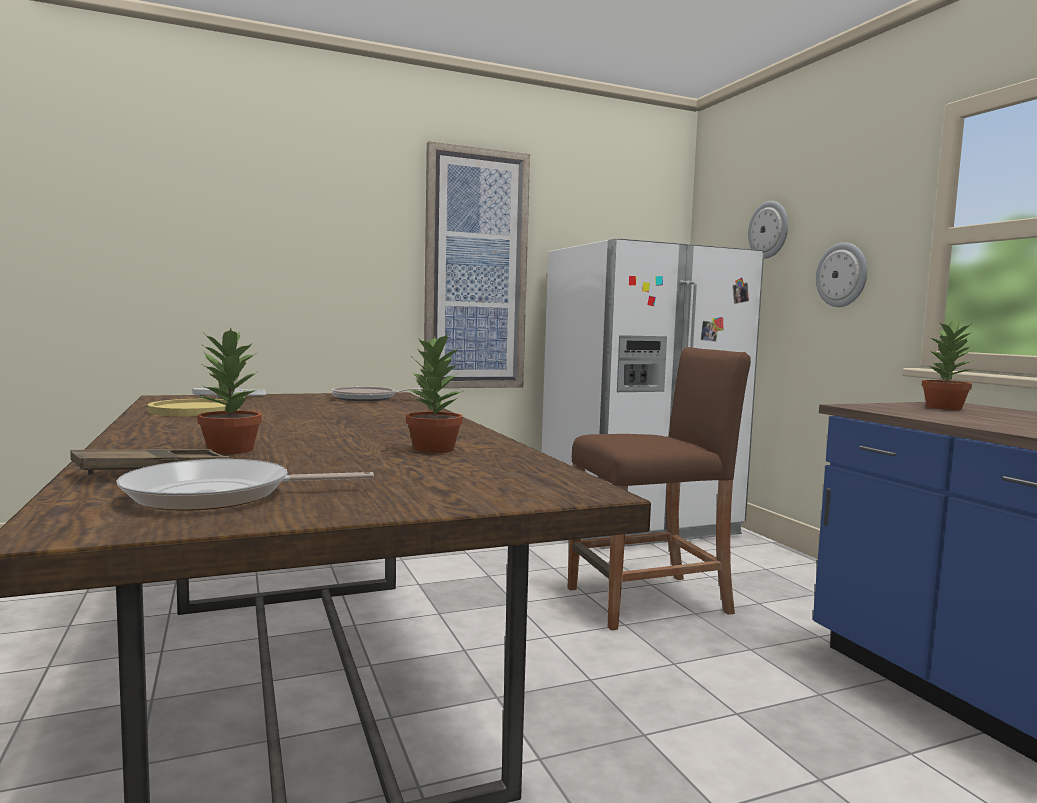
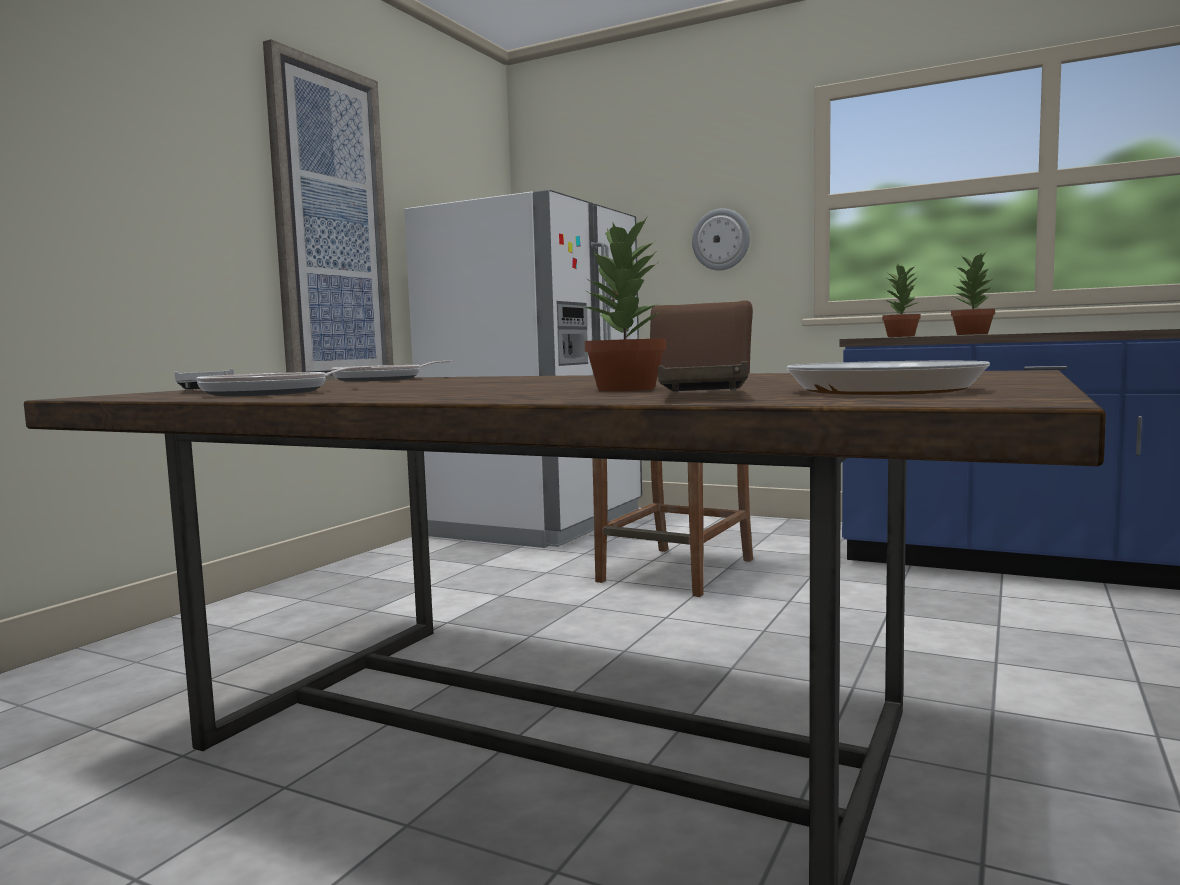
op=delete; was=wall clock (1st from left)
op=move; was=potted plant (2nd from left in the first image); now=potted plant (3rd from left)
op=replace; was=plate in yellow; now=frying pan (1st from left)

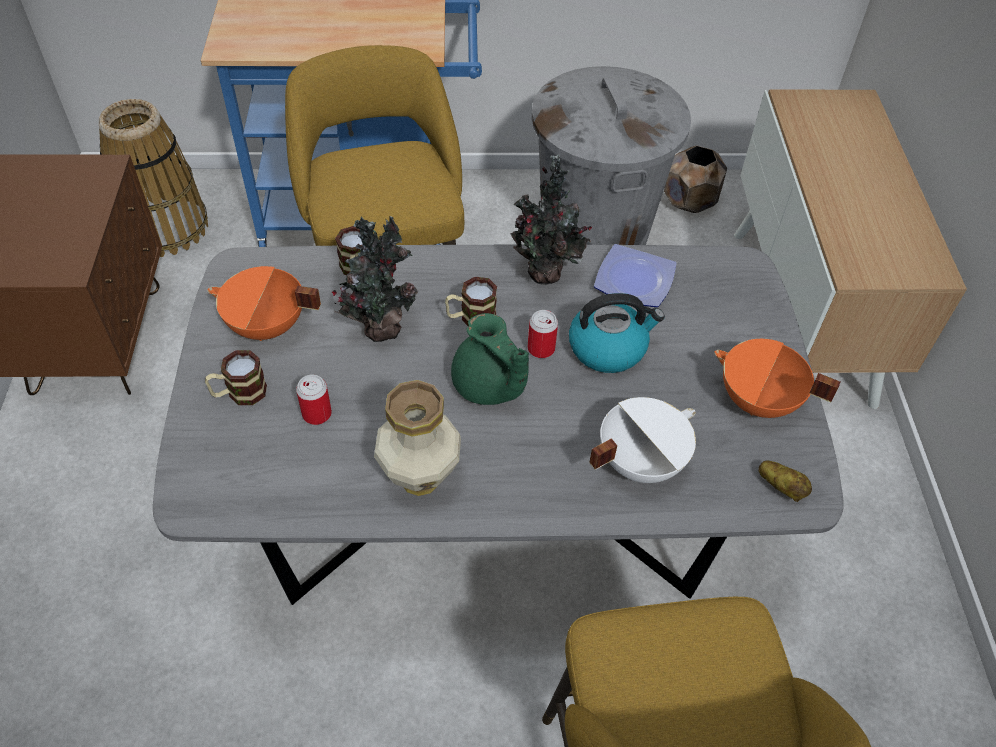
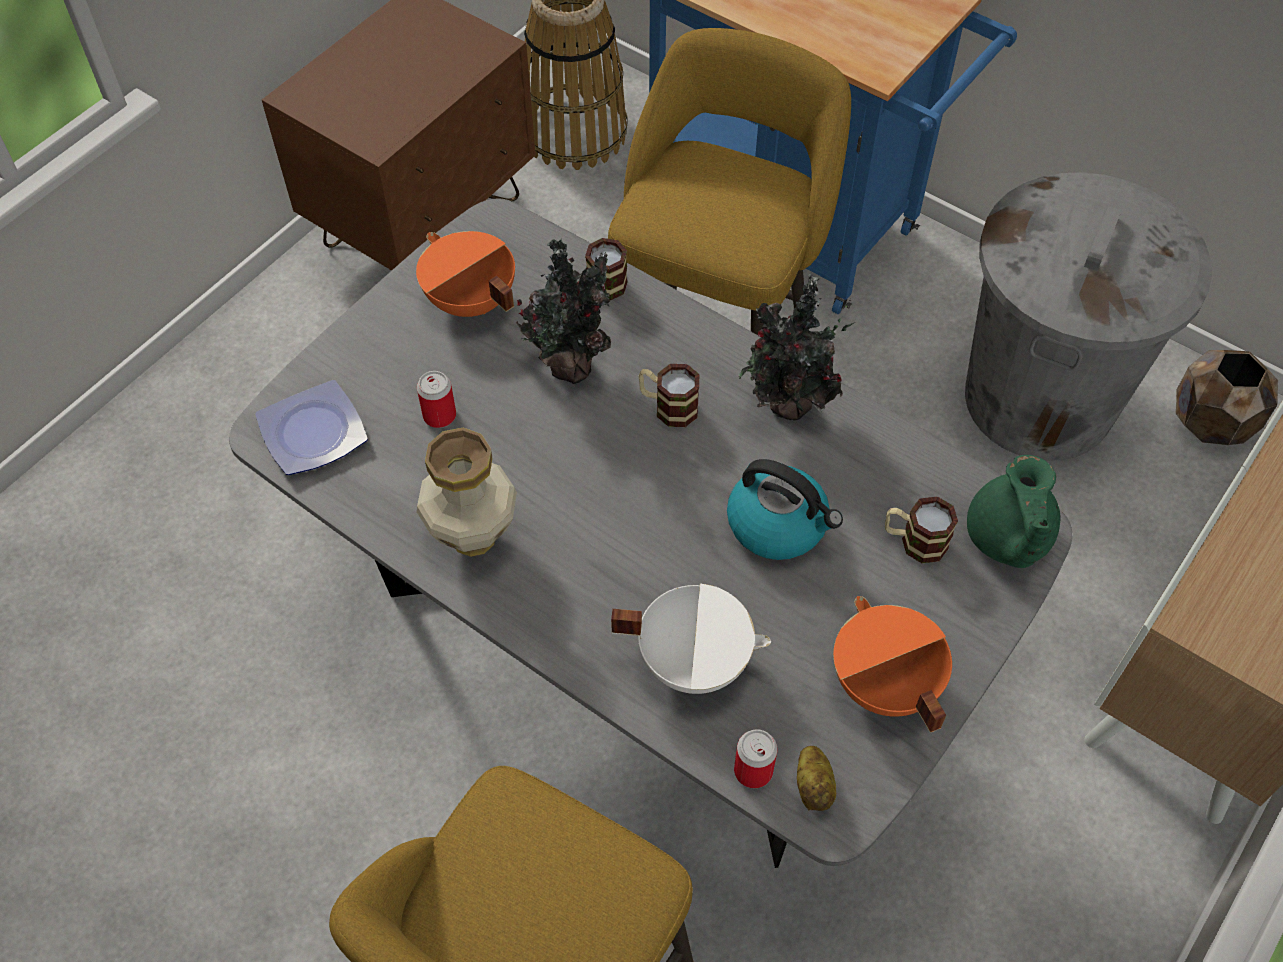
op=move; was=mug (1st from left in the first image); now=mug (3rd from left)
op=move; was=teapot in green
op=move; was=can (2nd from left)
op=move; was=plate

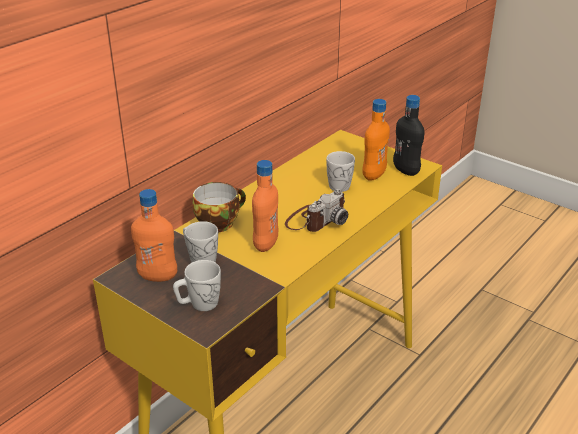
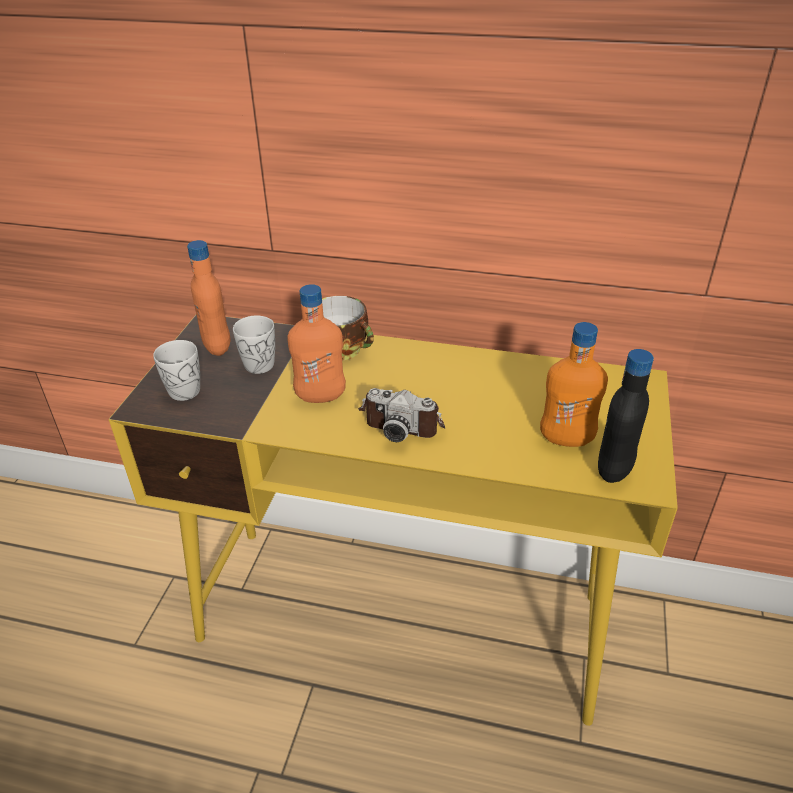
op=delete; was=mug in white (3rd from left)

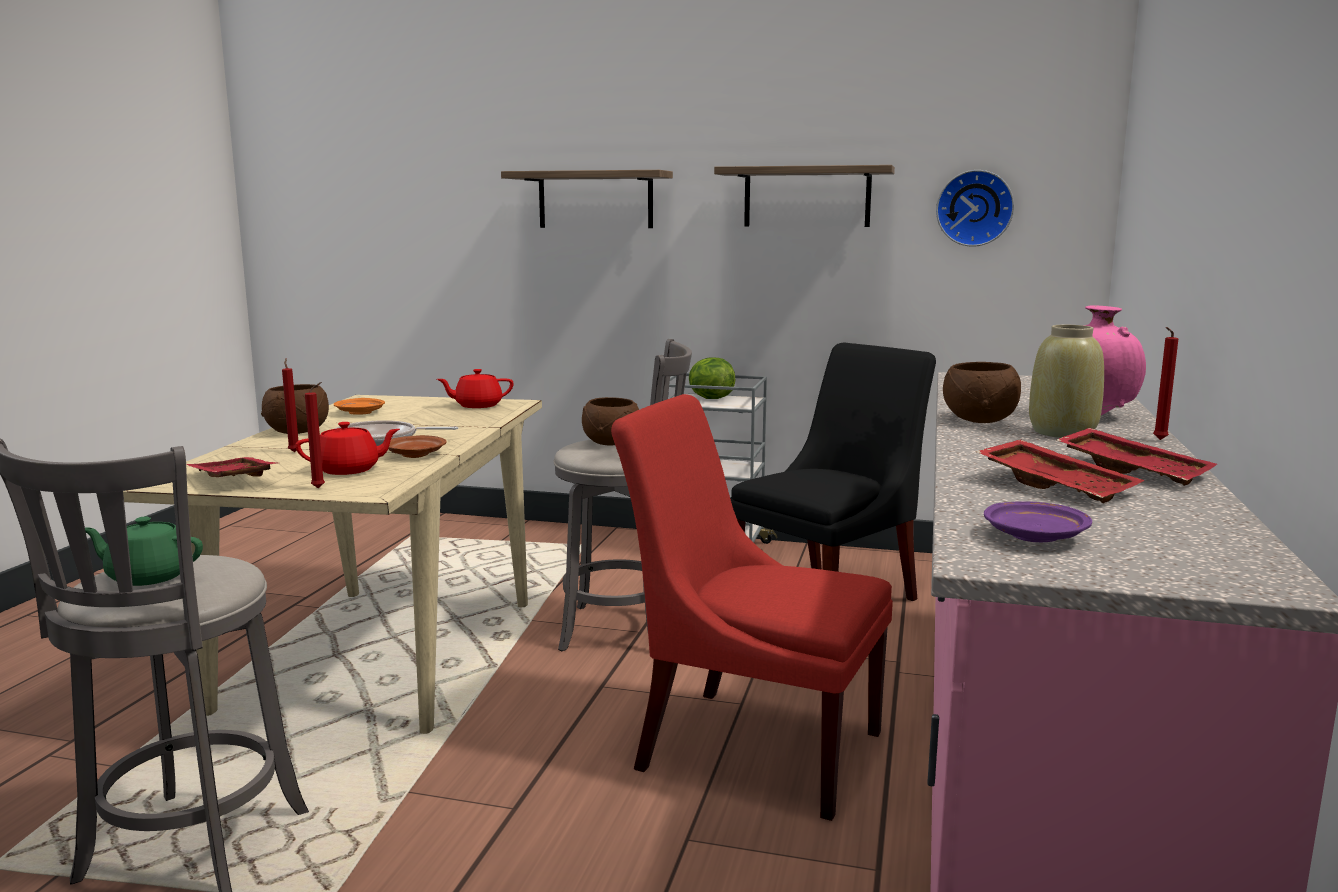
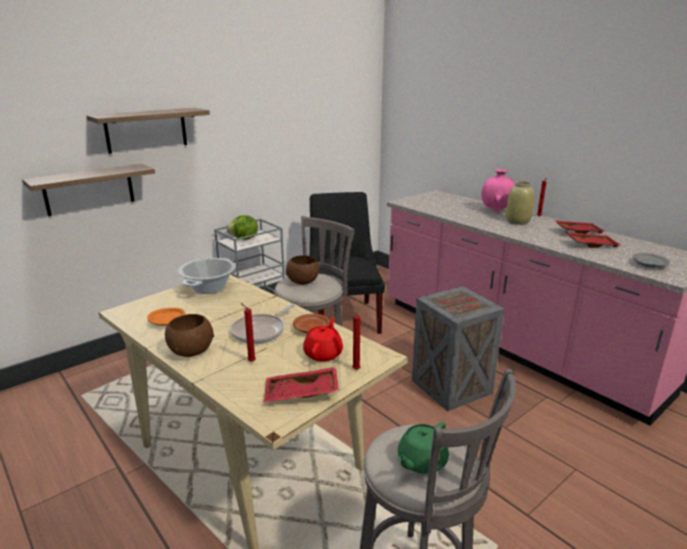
op=delete; was=wall clock
op=delete; was=bowl in brown (3rd from left)
op=move; was=shelf (2nd from left in the first image); now=shelf (1st from left)
op=replace; was=teapot in red (2nd from left); now=cooking pot
op=replace; was=chair in red; now=crate
op=recolor; was=plate in purple; now=plate in grey

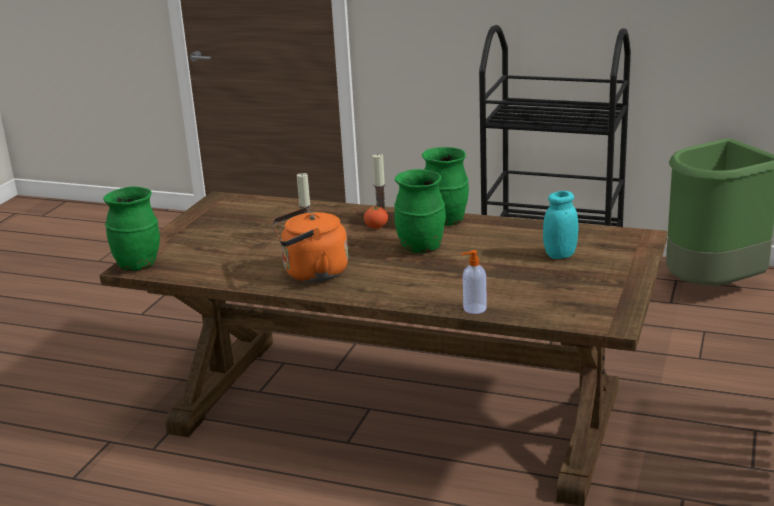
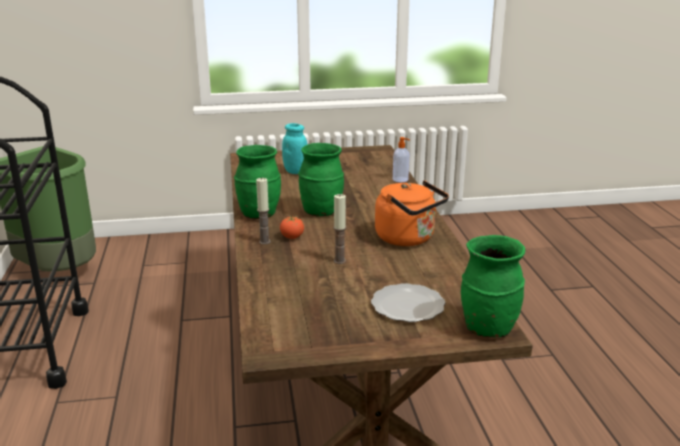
op=insert; now=plate

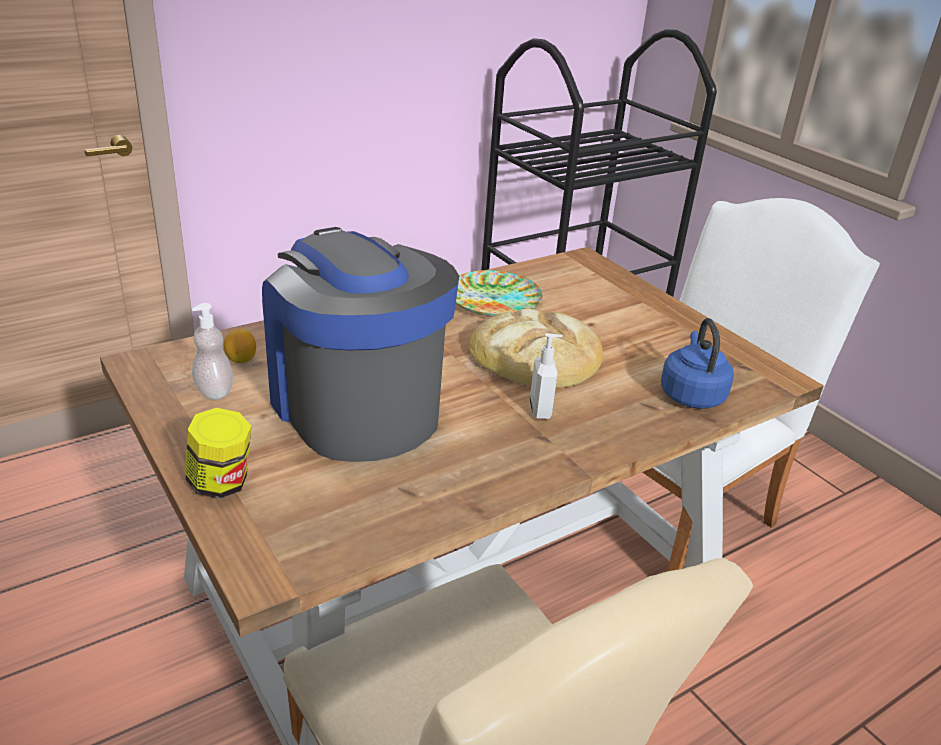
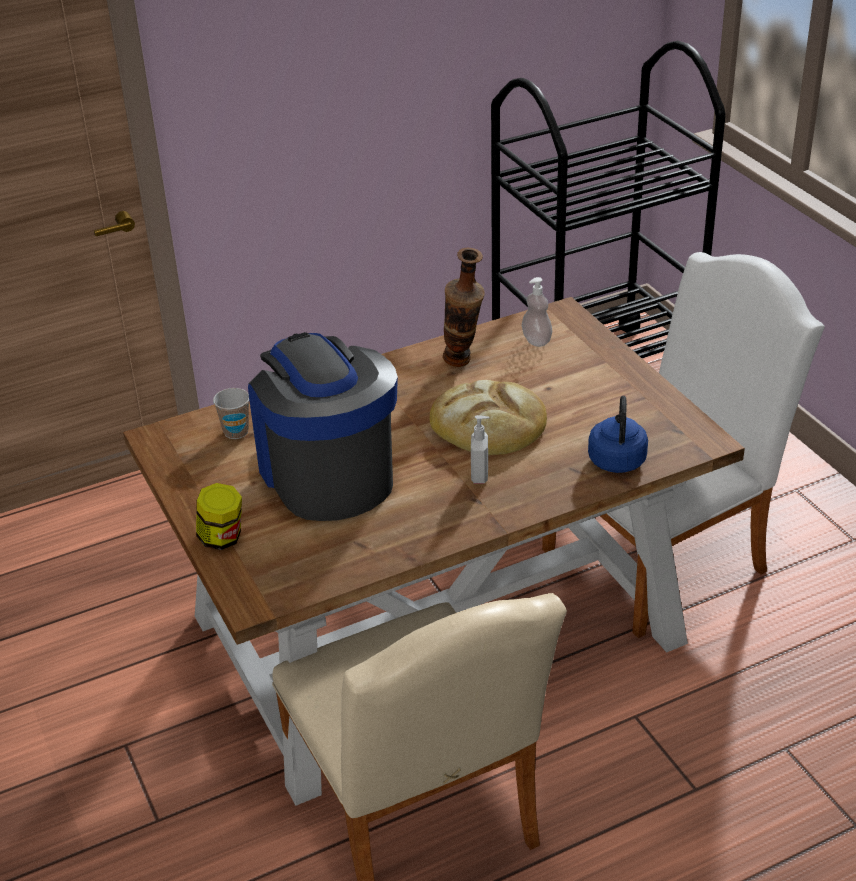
op=move; was=soap dispenser (1st from left in the first image); now=soap dispenser (2nd from left)
op=replace; was=lemon; now=cup
op=replace; was=plate; now=vase

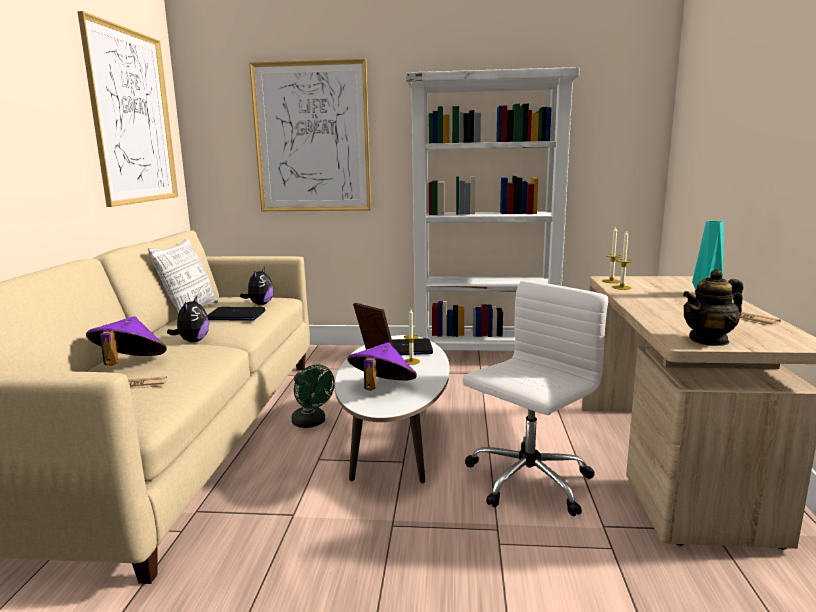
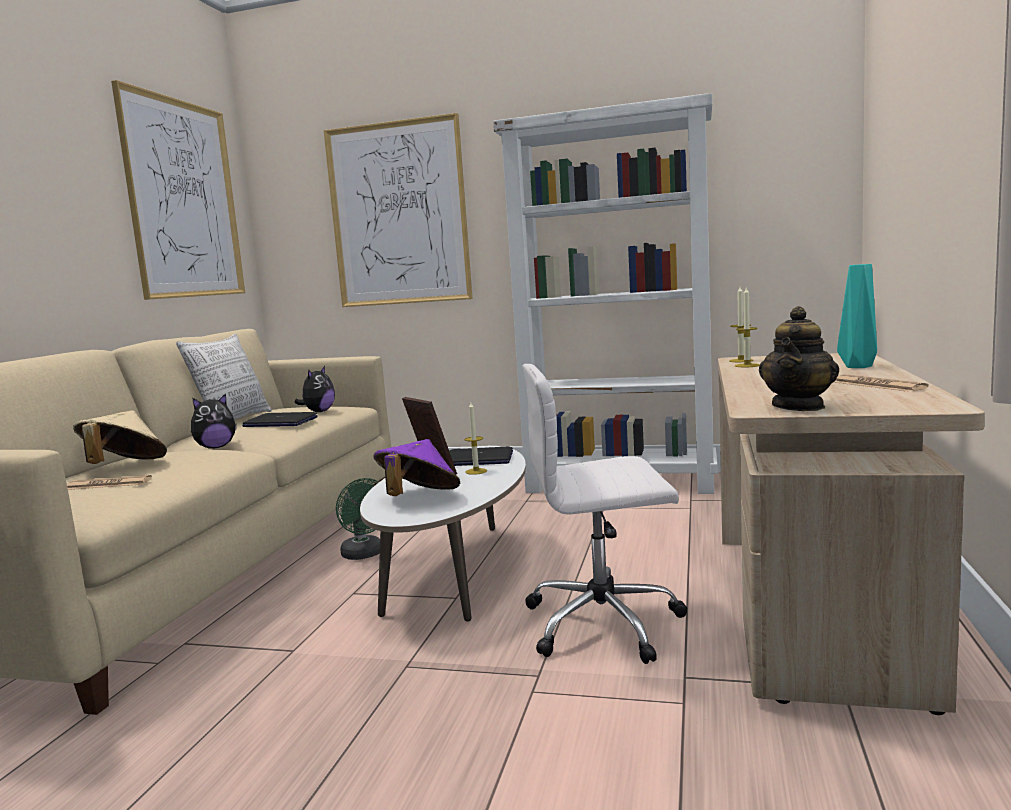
op=recolor; was=hat in purple (1st from left); now=hat in beige
op=rotate; was=plush toy (1st from left); clockwise=45
op=rotate; was=office chair in white; clockwise=-150
op=rotate; was=teapot; clockwise=-45

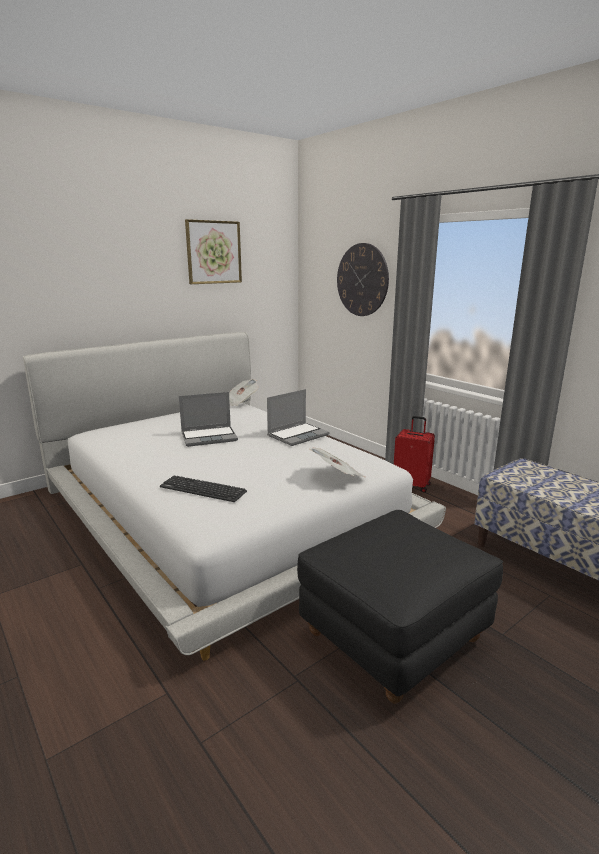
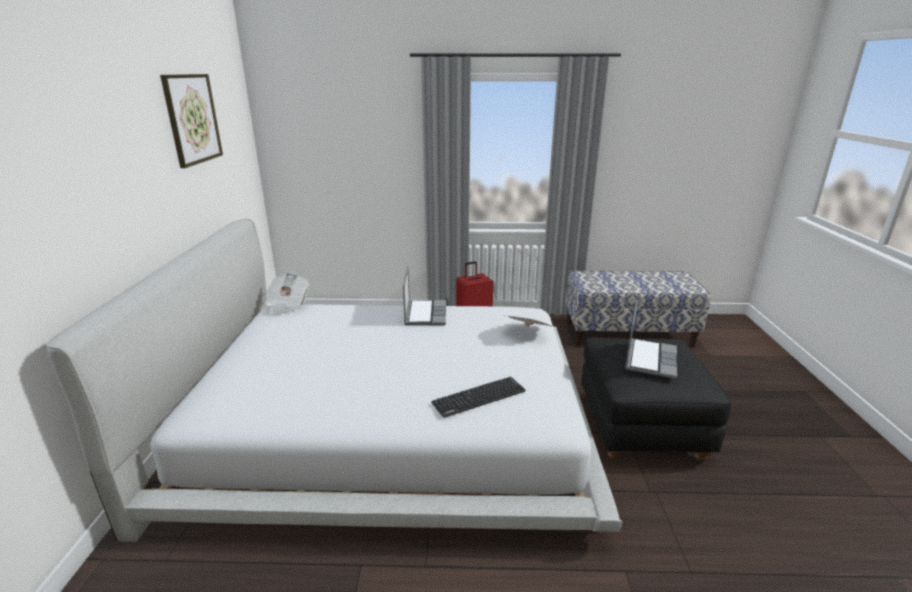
op=delete; was=wall clock
op=move; was=laptop (1st from left in the first image); now=laptop (2nd from left)

